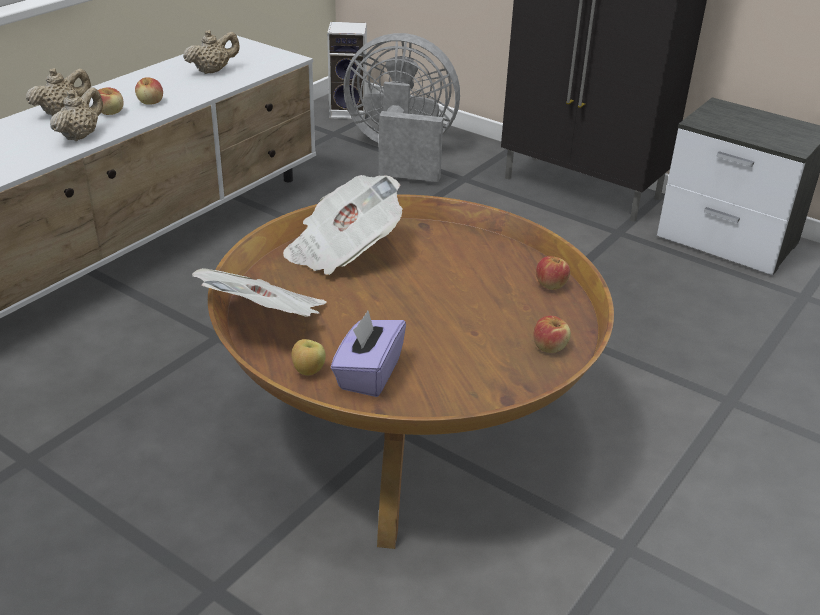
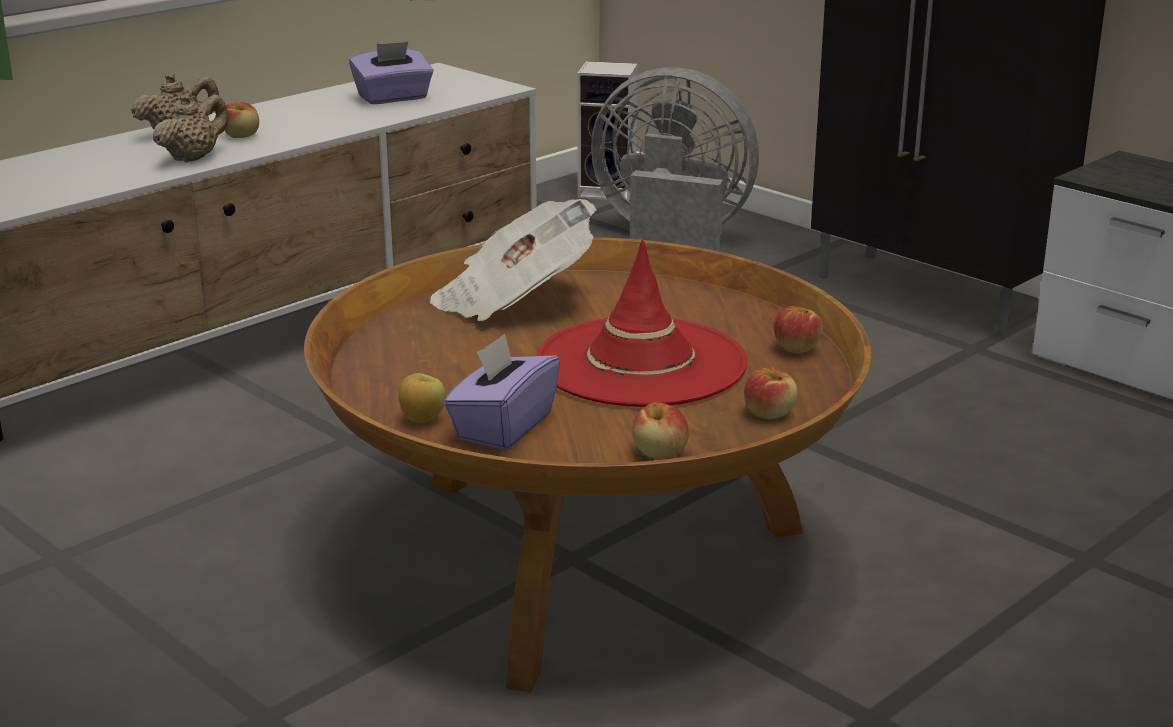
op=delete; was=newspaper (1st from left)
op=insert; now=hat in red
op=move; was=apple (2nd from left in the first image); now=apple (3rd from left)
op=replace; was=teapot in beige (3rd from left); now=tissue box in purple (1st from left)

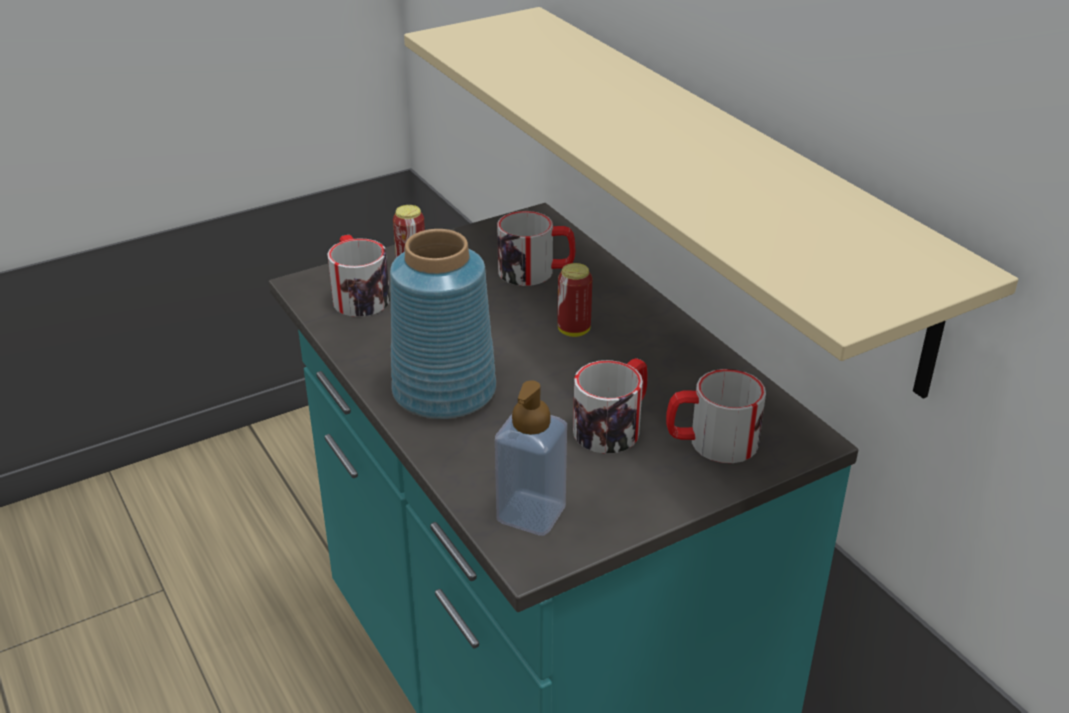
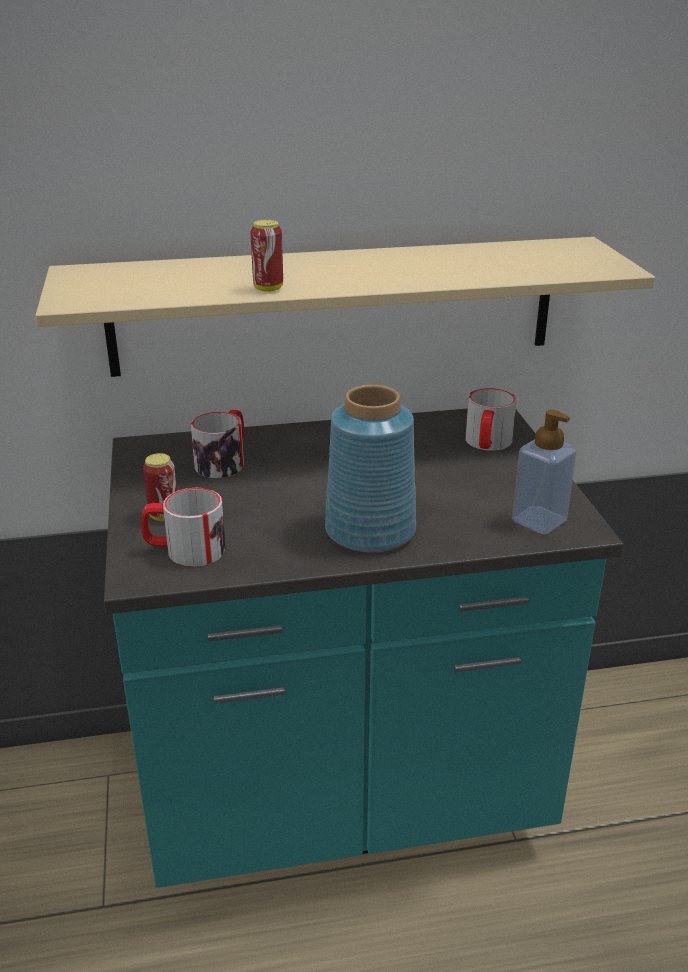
op=delete; was=mug (3rd from left)
op=move; was=can (2nd from left)

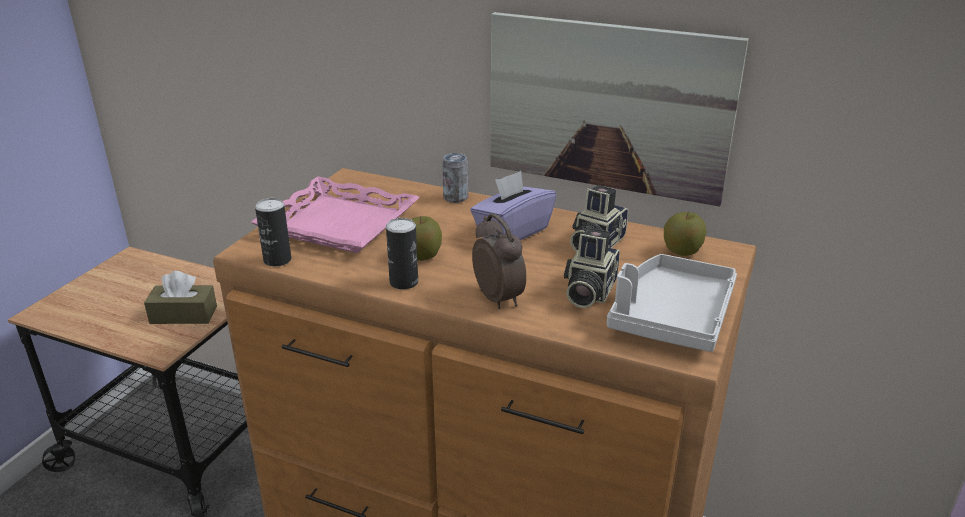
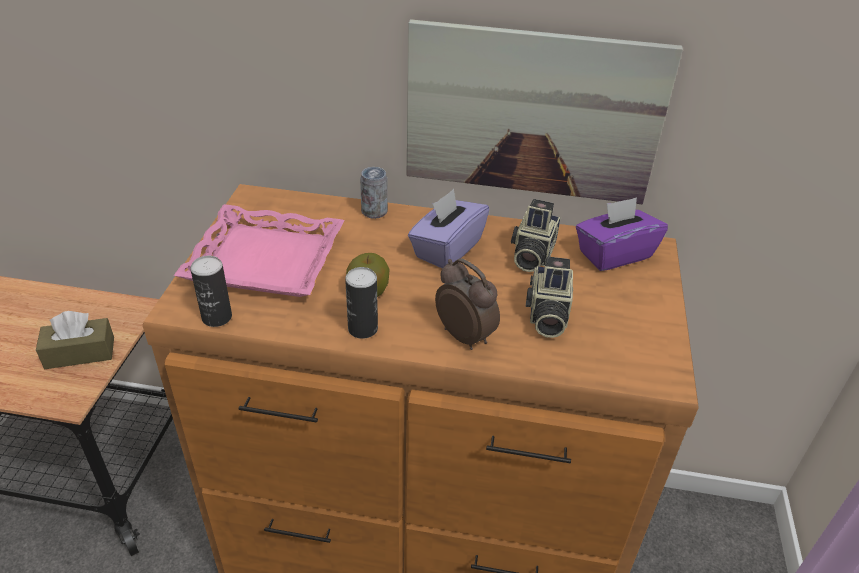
op=delete; was=tray in grey
op=replace; was=apple (2nd from left); now=tissue box in purple (2nd from left)

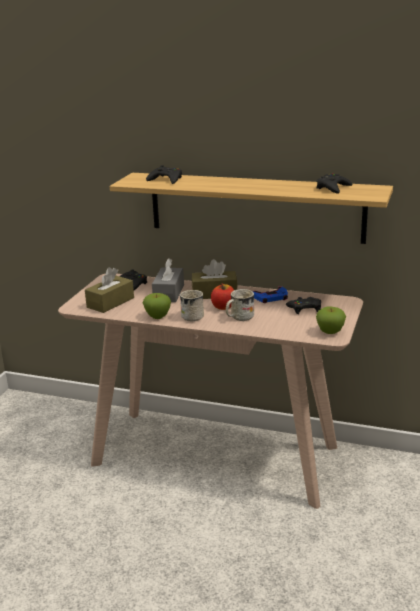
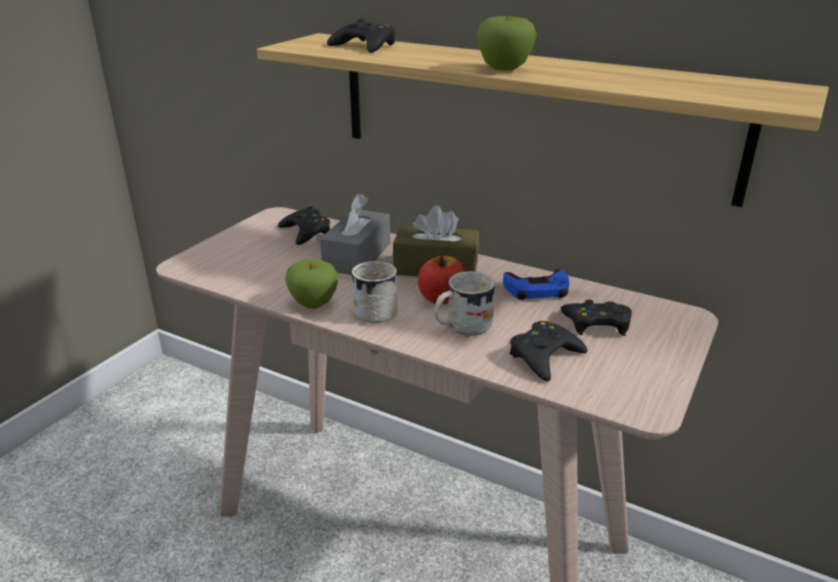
op=delete; was=tissue box in brown (1st from left)
op=move; was=game controller in black (4th from left in the first image); now=game controller in black (3rd from left)
op=move; was=apple (3rd from left)

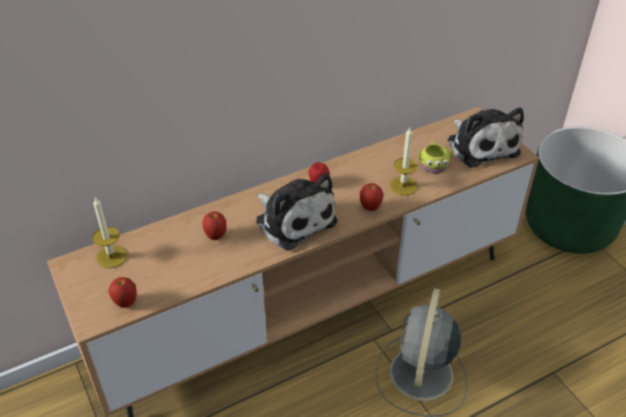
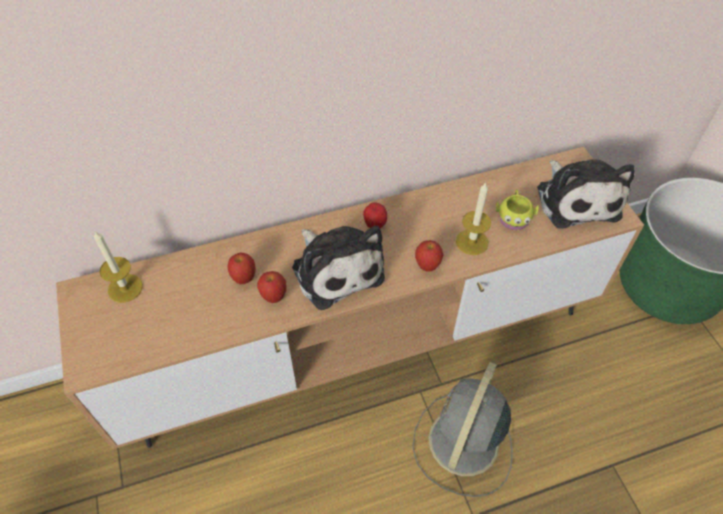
op=move; was=apple (1st from left in the first image); now=apple (2nd from left)

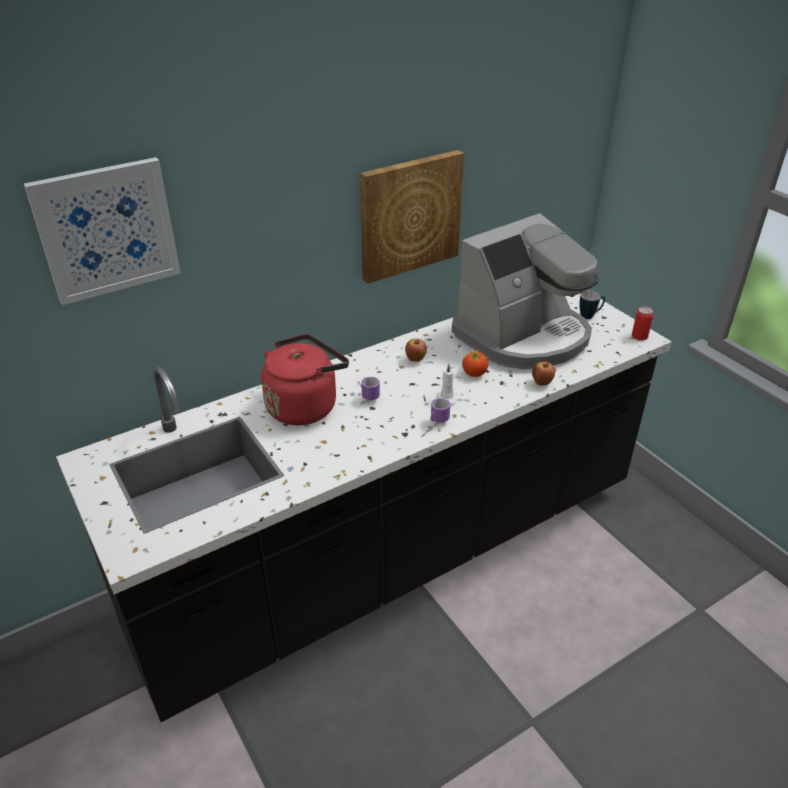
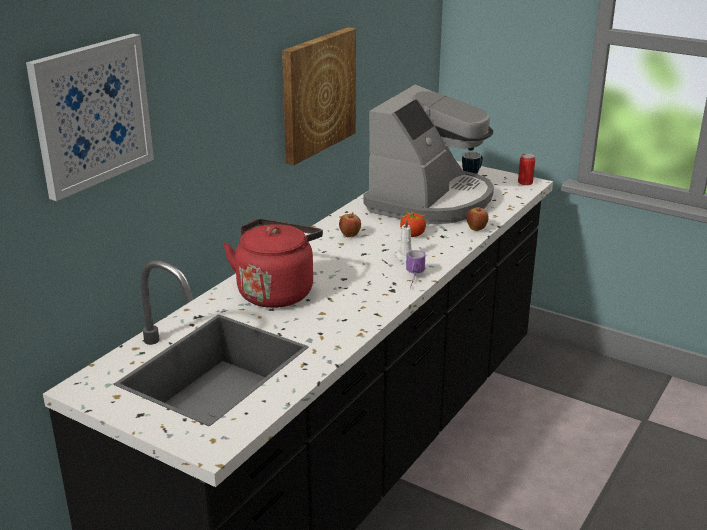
op=delete; was=mug (1st from left)

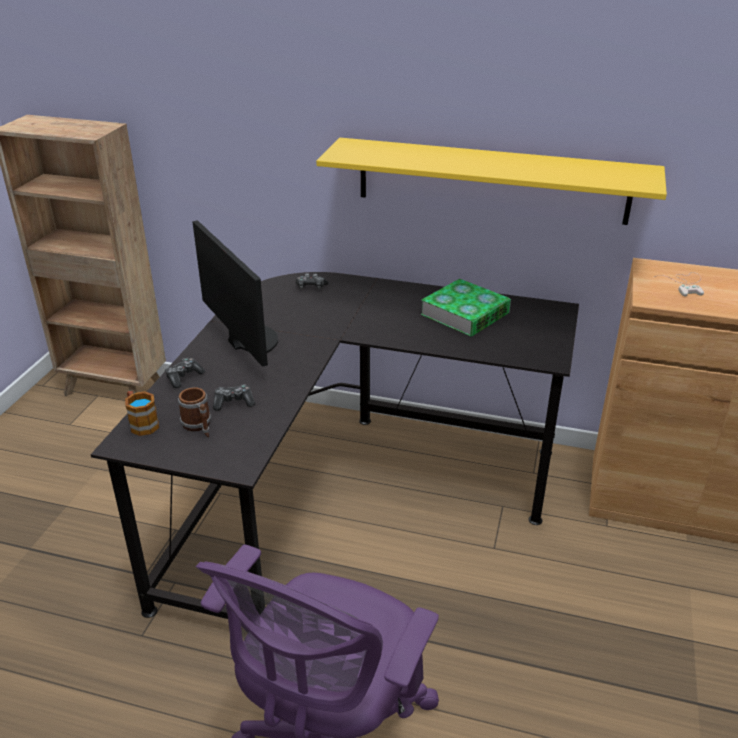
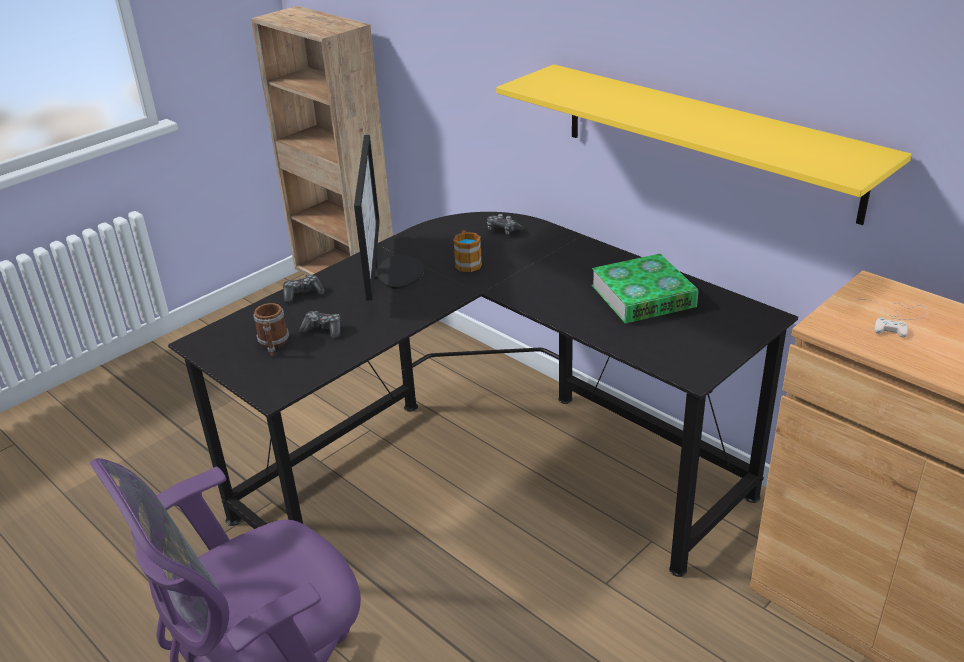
op=move; was=mug (1st from left in the first image); now=mug (2nd from left)

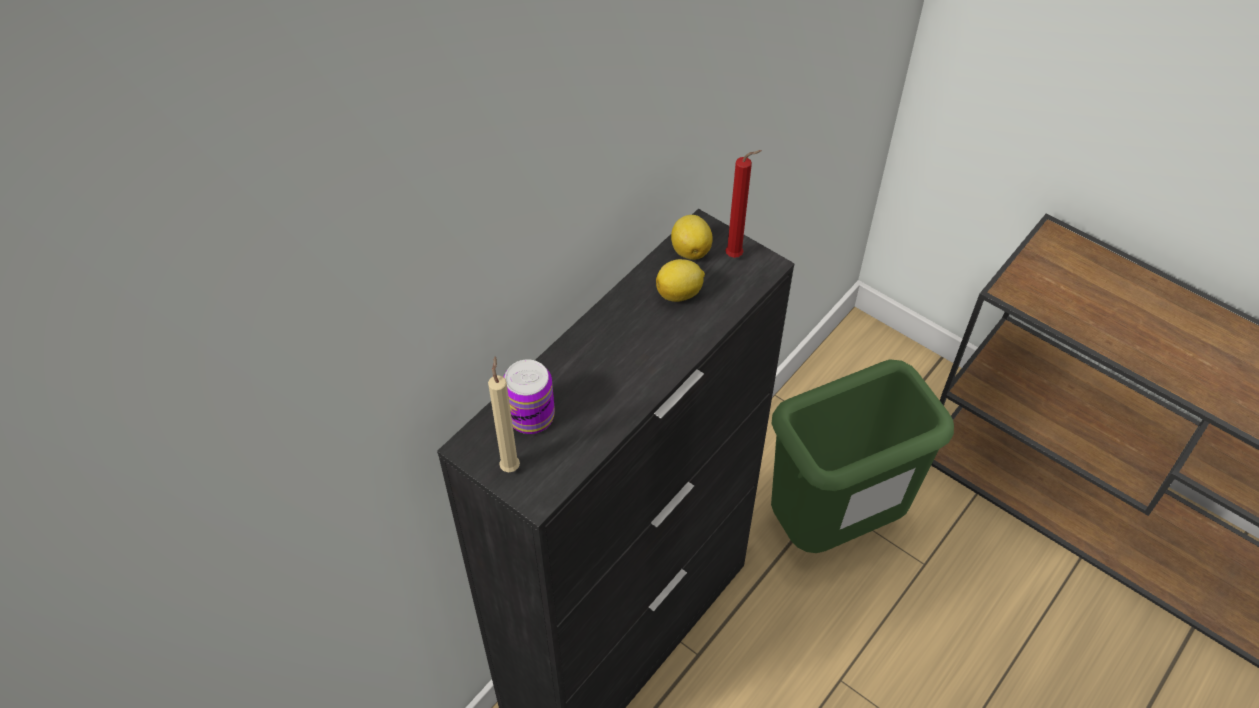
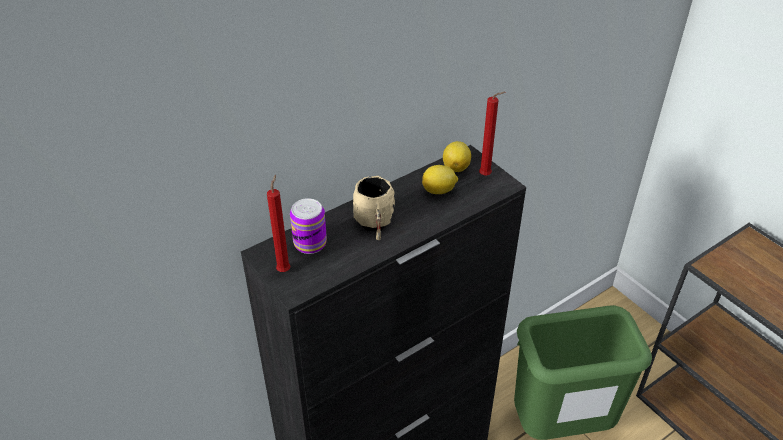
op=insert; now=mug in beige
op=recolor; was=candle in beige; now=candle in red (1st from left)

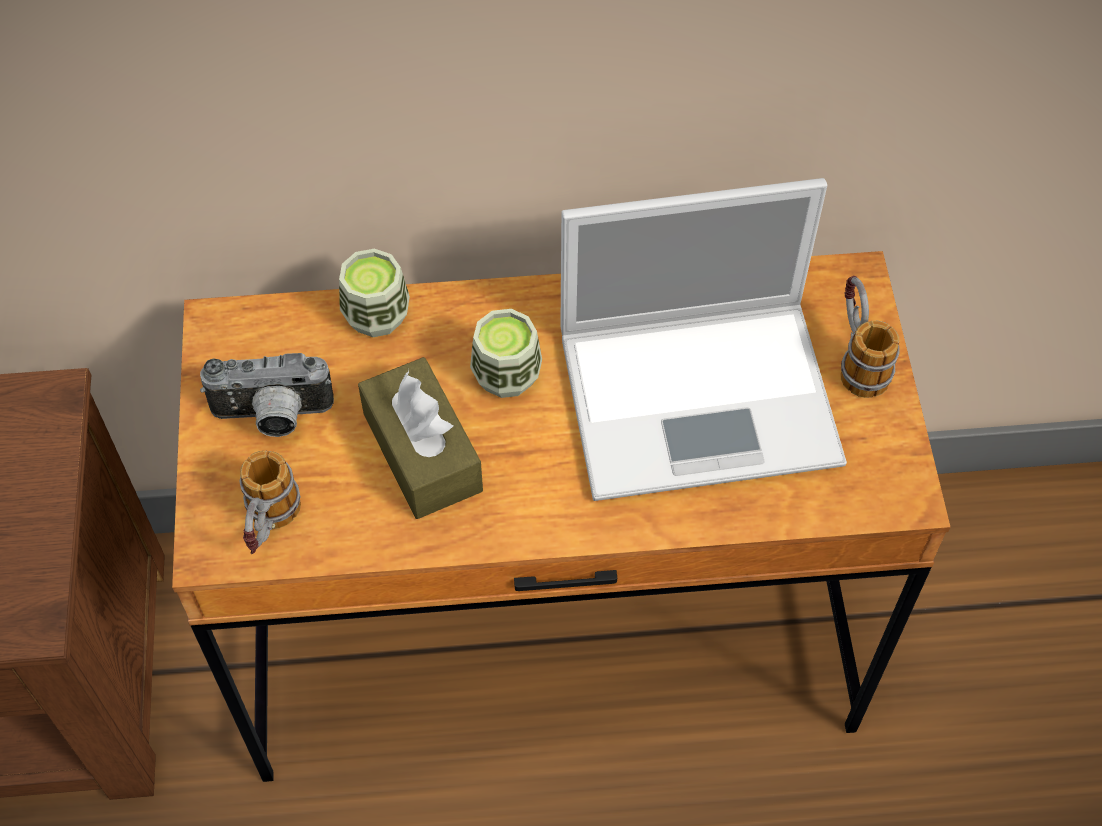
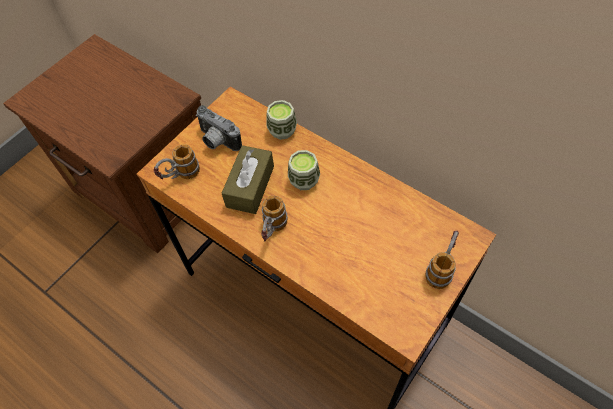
op=delete; was=laptop
op=insert; now=mug (2nd from left)

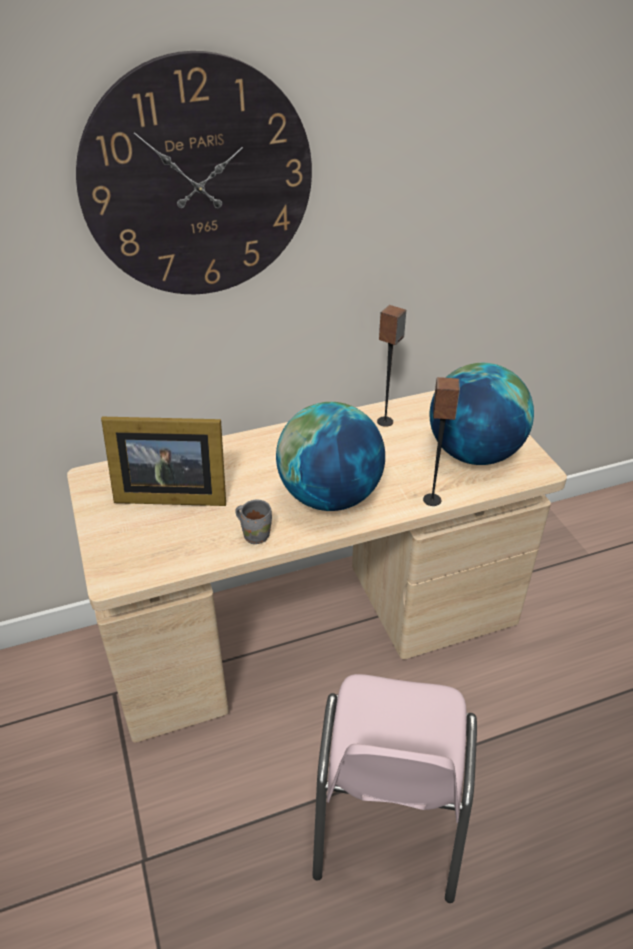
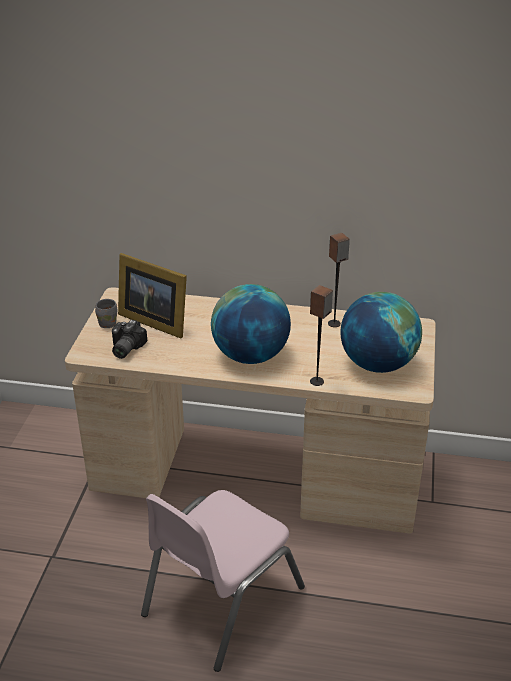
op=delete; was=wall clock
op=insert; now=photo camera
op=move; was=mug in grey

